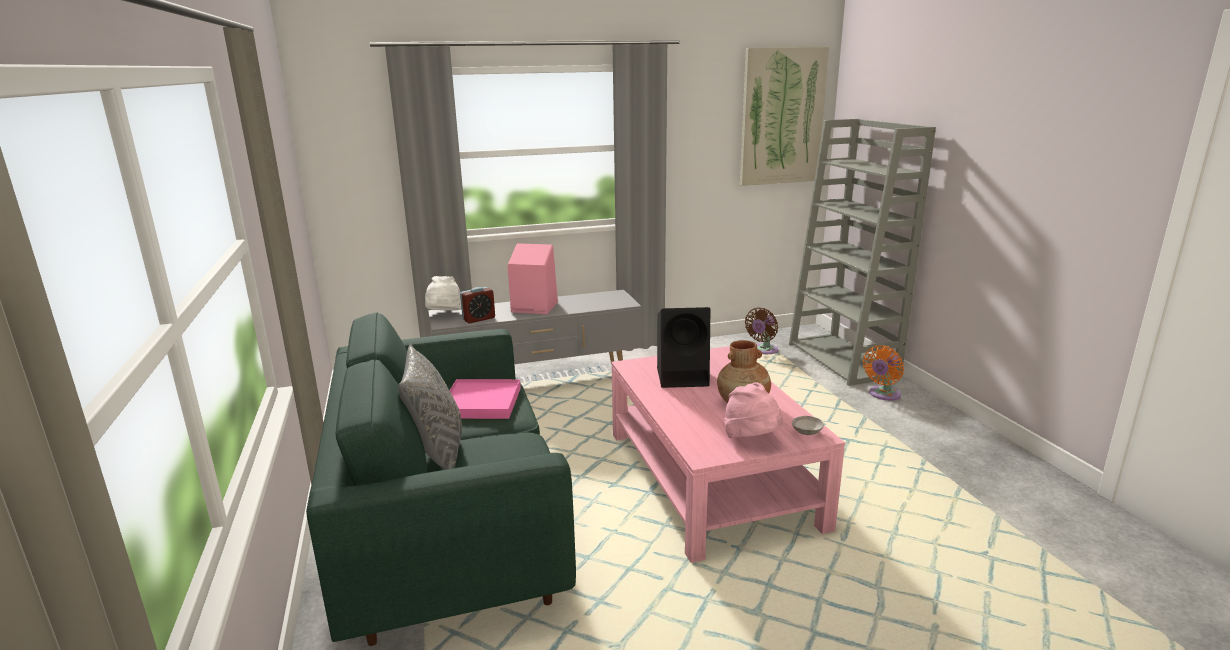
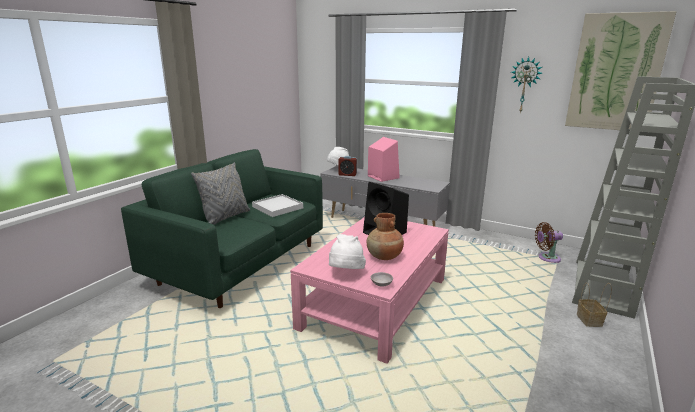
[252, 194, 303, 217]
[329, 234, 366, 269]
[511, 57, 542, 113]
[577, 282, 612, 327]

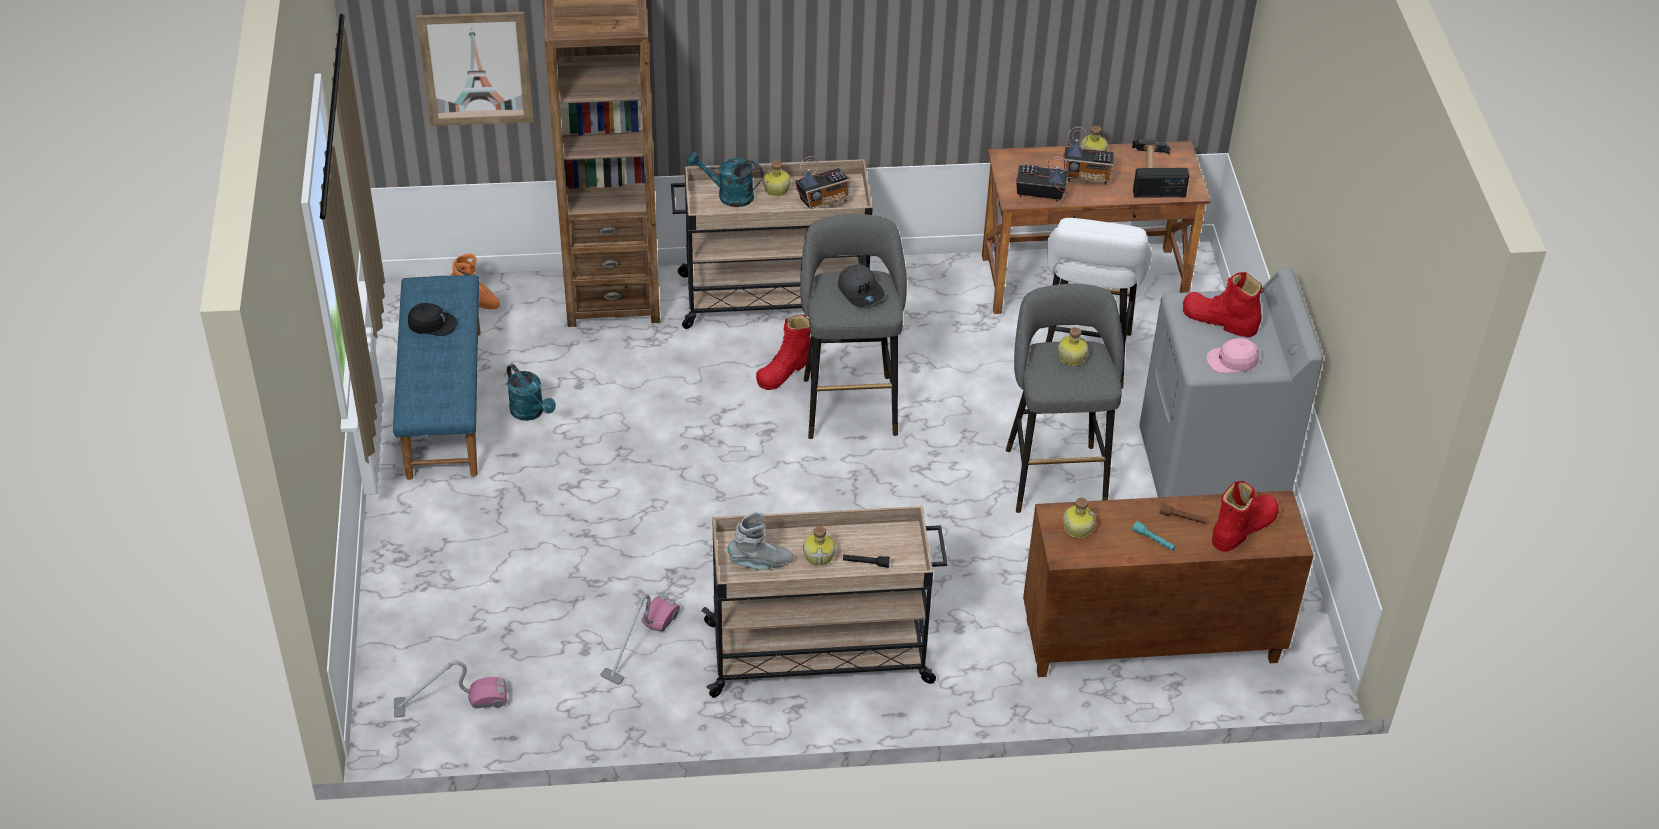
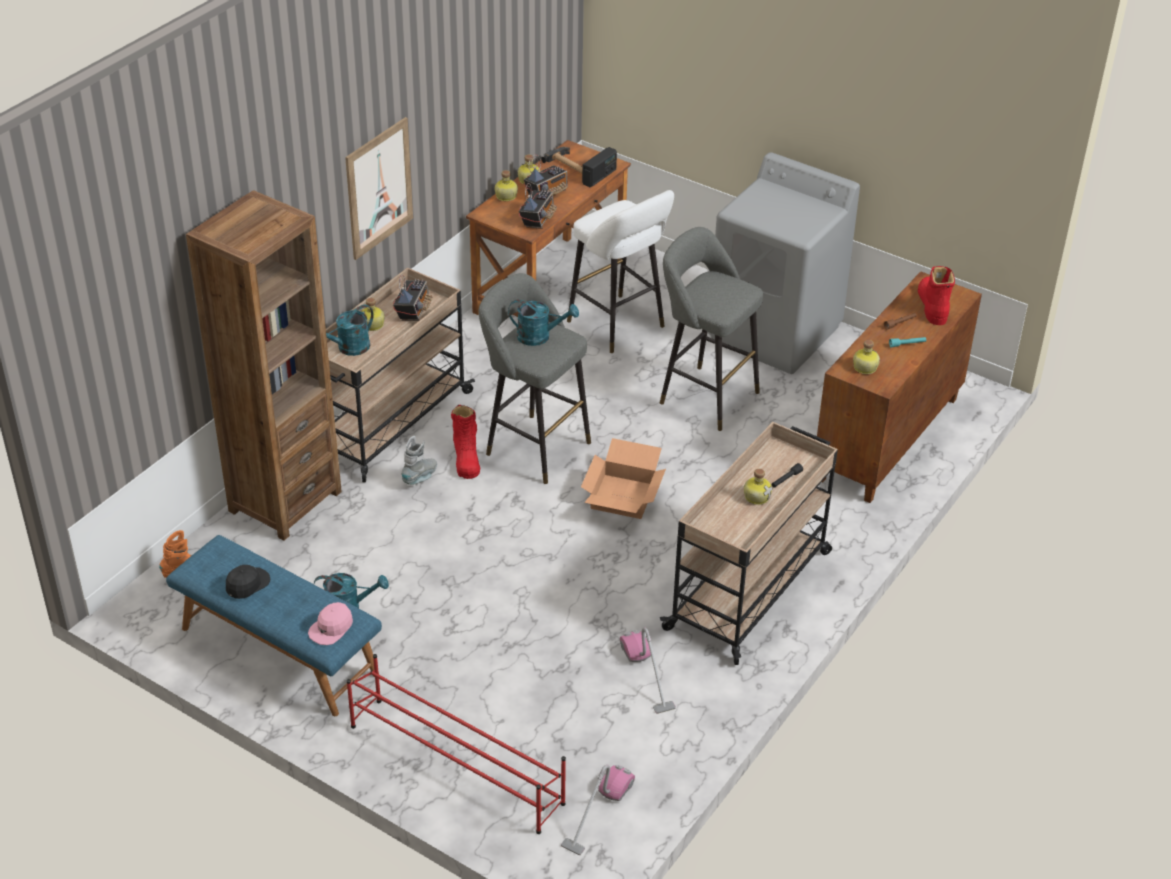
[308, 602, 353, 645]
[345, 117, 413, 260]
[347, 654, 566, 834]
[401, 436, 437, 485]
[495, 170, 518, 201]
[508, 300, 579, 346]
[519, 183, 557, 229]
[581, 438, 666, 519]
[1183, 272, 1265, 338] (first image)

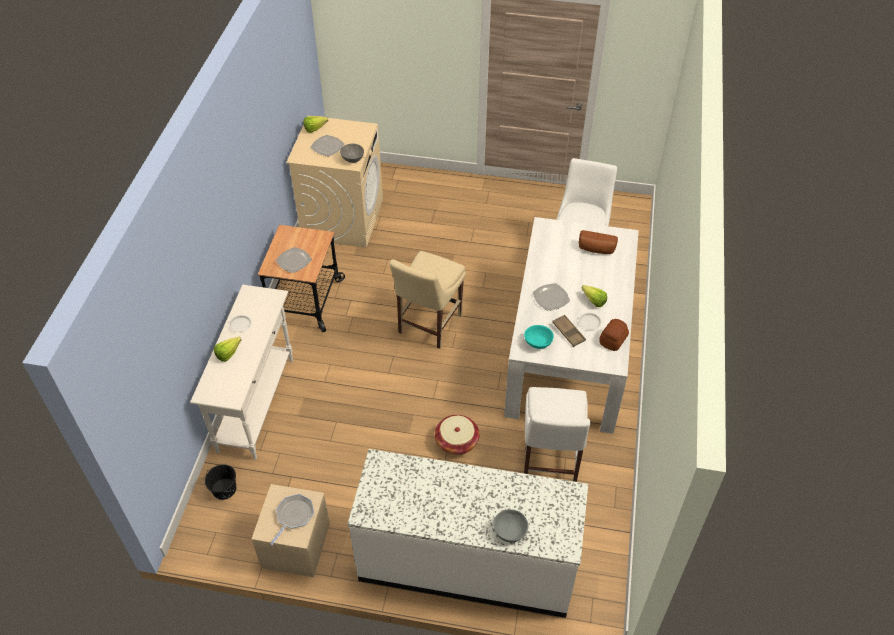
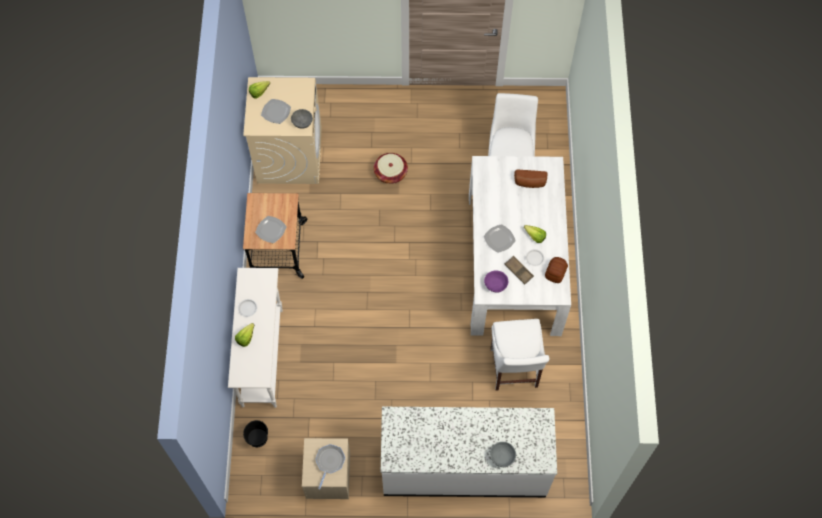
[374, 153, 408, 184]
[484, 270, 508, 293]
[390, 251, 466, 349] (first image)

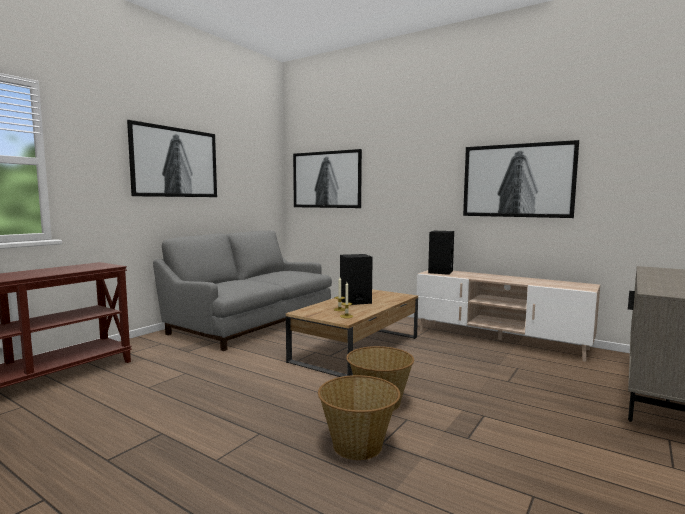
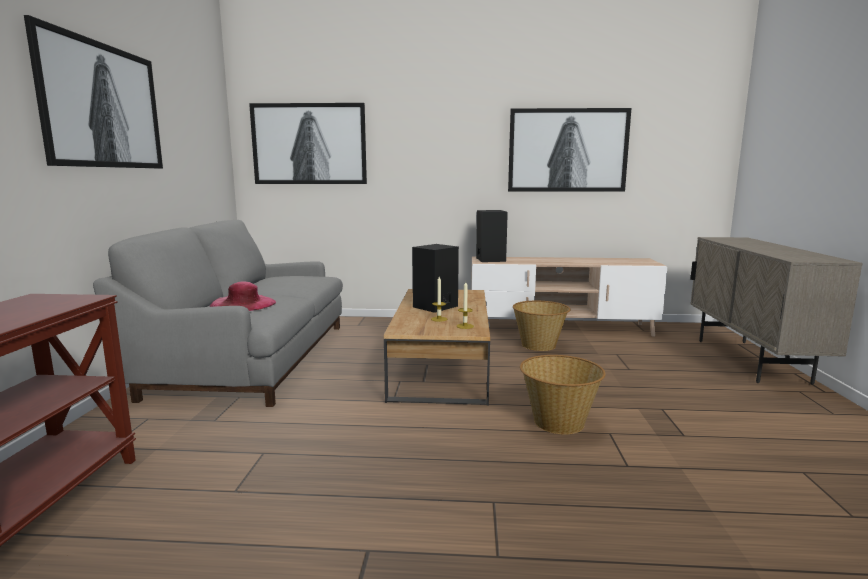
[209, 281, 276, 311]
[513, 301, 571, 351]

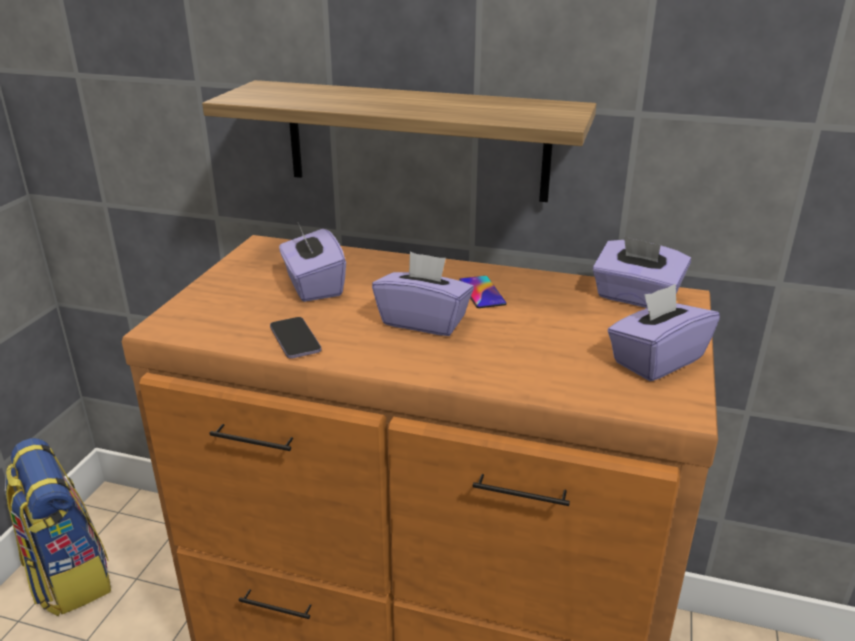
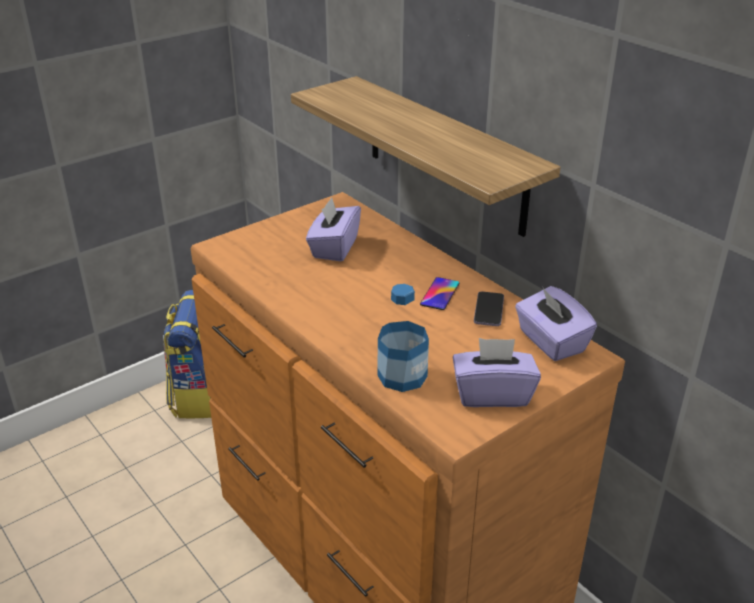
[377, 284, 429, 392]
[474, 292, 504, 326]
[372, 252, 474, 336] (first image)

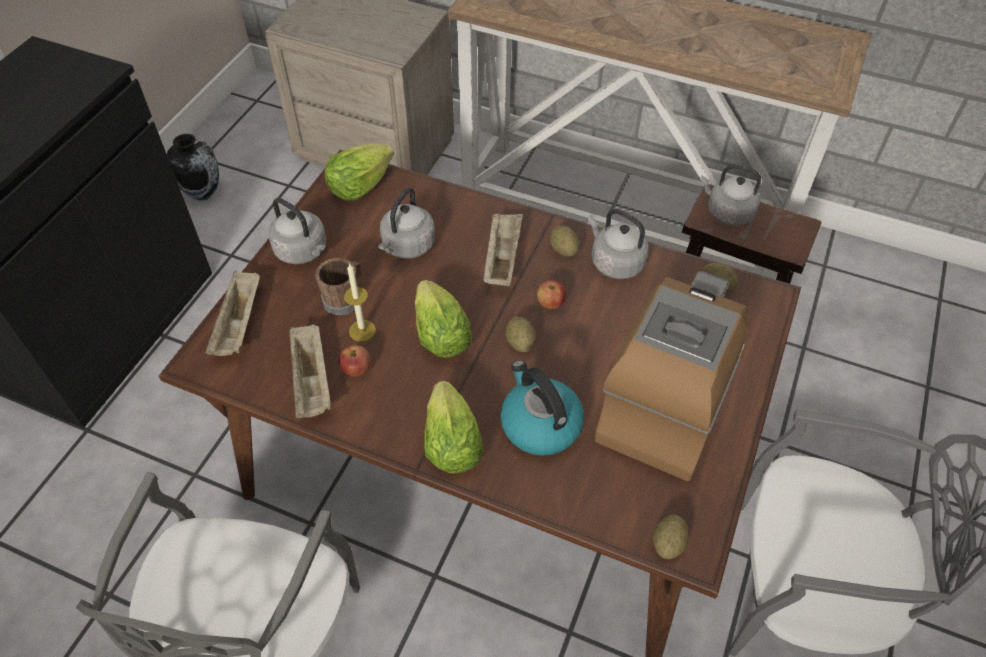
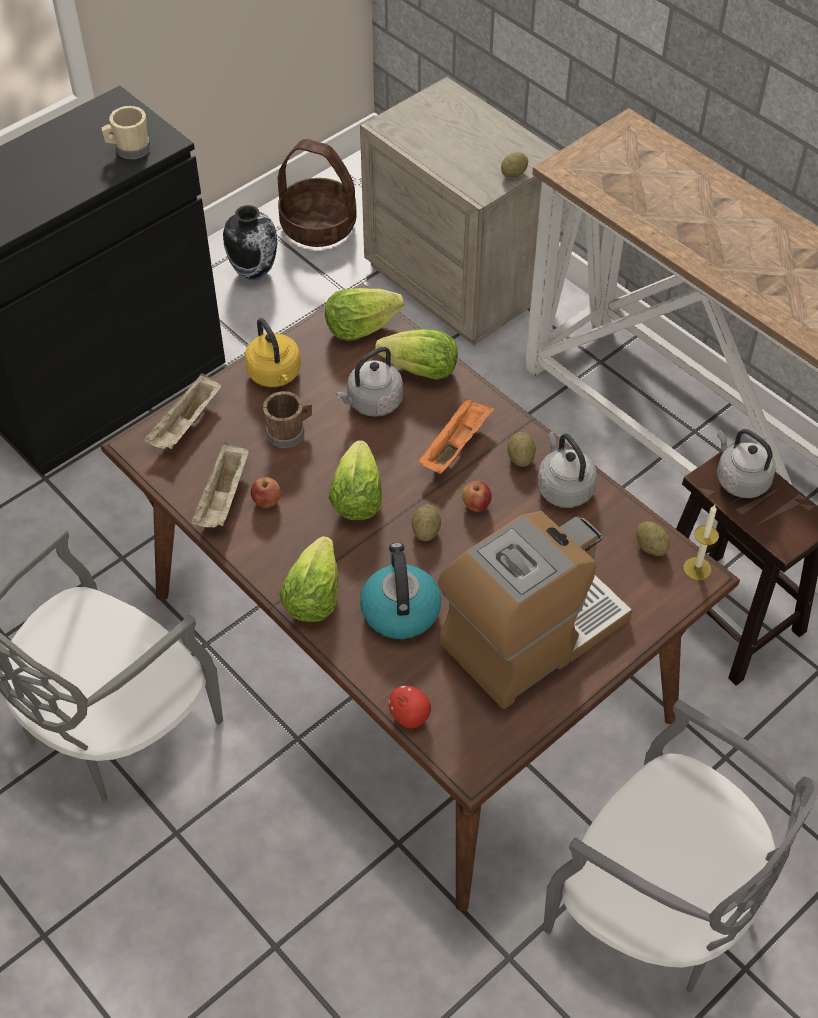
[102, 106, 150, 159]
[245, 318, 301, 387]
[277, 139, 357, 247]
[375, 329, 458, 380]
[388, 685, 431, 728]
[419, 398, 494, 474]
[501, 152, 528, 178]
[683, 505, 719, 580]

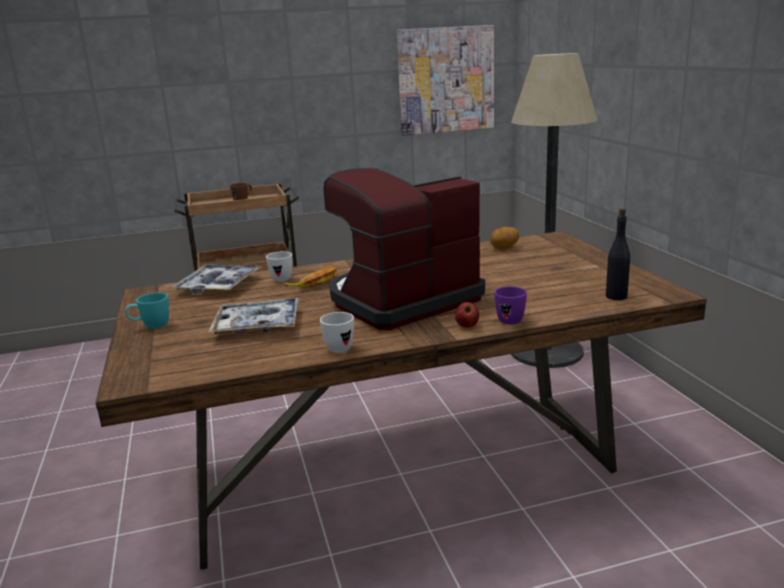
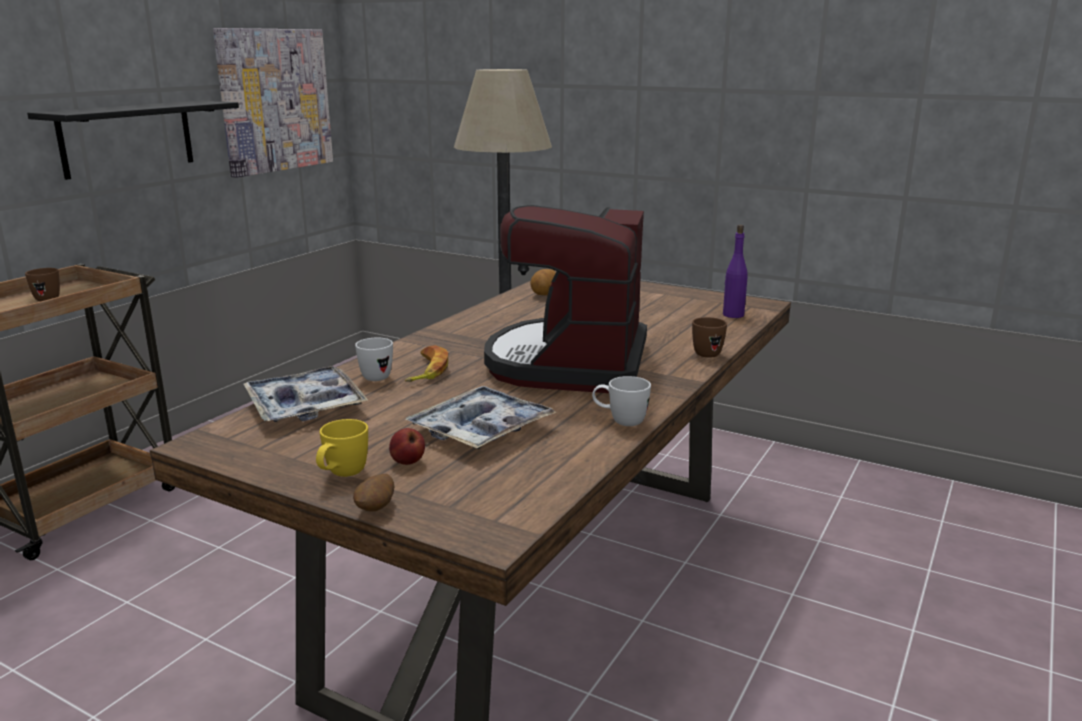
[27, 101, 239, 180]
[316, 419, 368, 477]
[353, 474, 394, 511]
[389, 428, 425, 465]
[692, 317, 727, 358]
[723, 225, 748, 318]

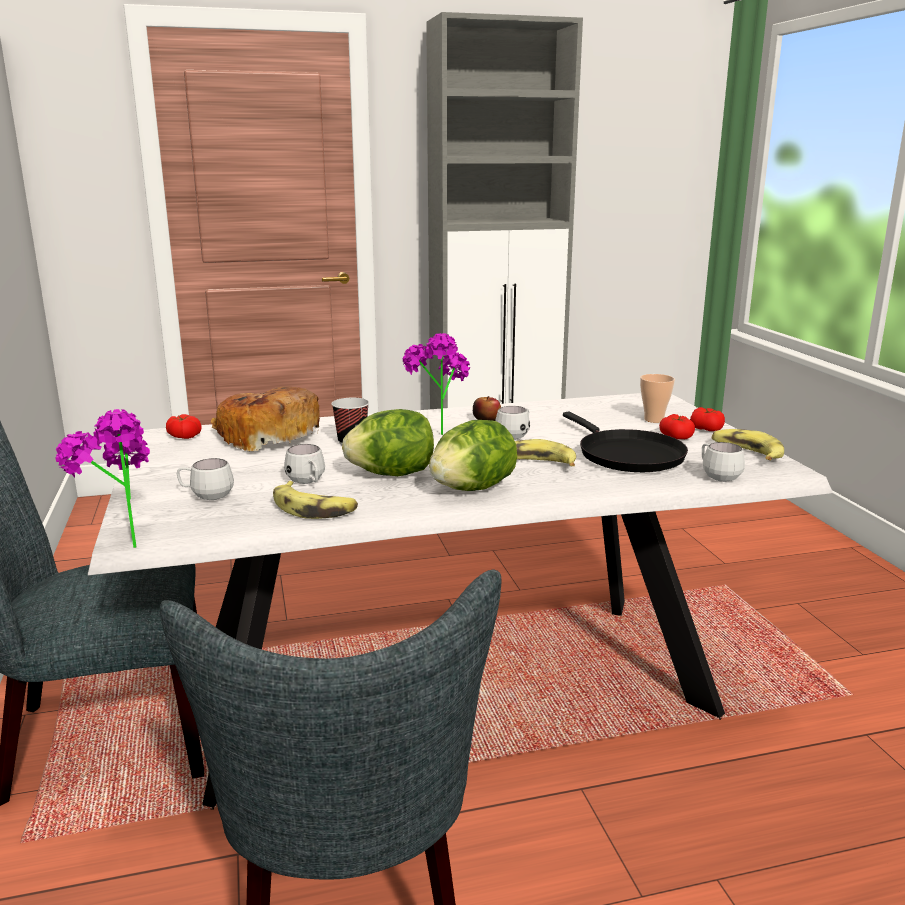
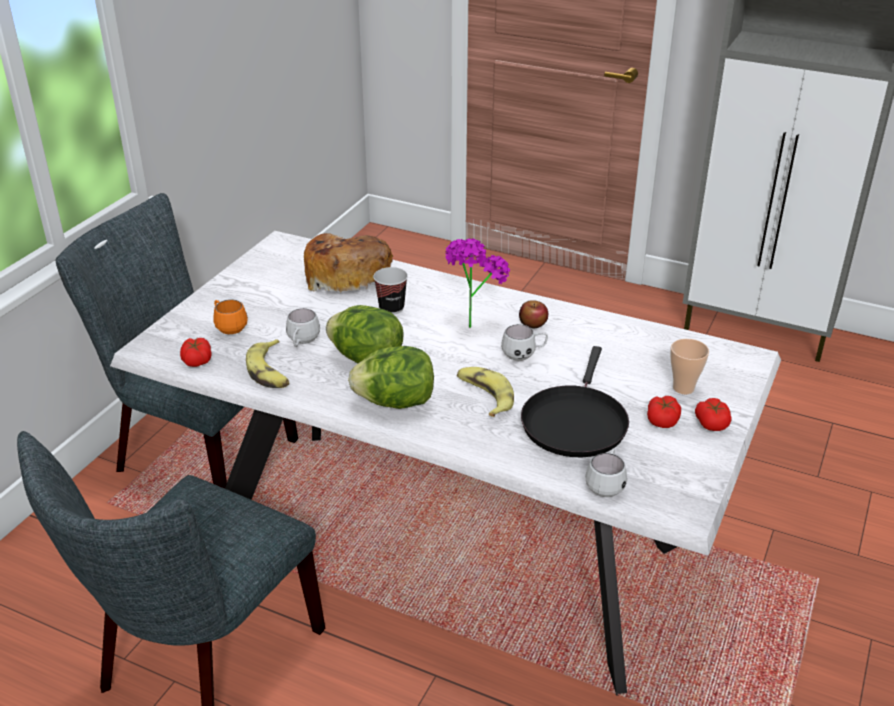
[180, 338, 212, 367]
[213, 299, 248, 334]
[55, 409, 150, 548] (first image)
[712, 429, 784, 460] (first image)

